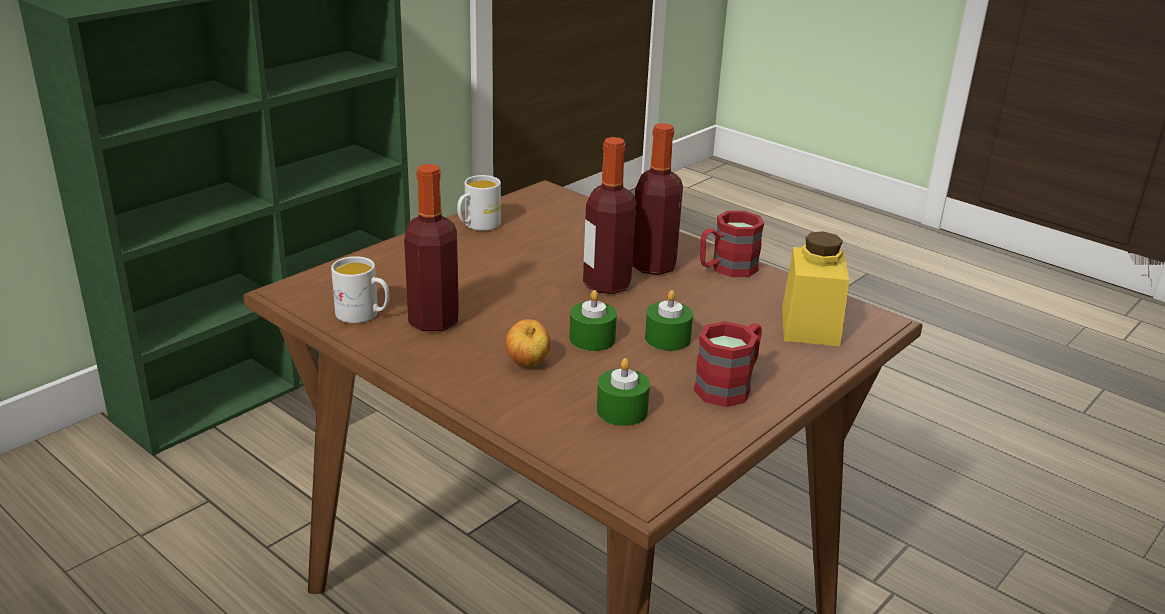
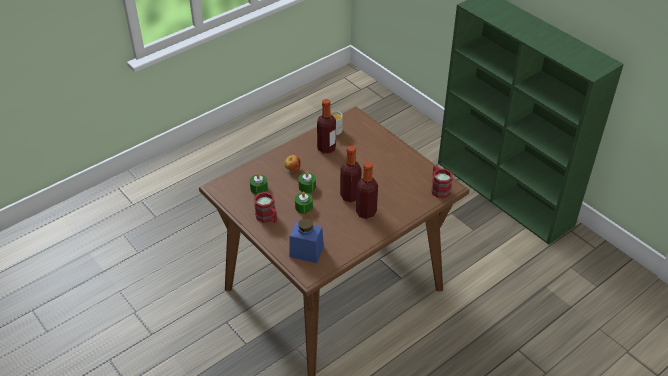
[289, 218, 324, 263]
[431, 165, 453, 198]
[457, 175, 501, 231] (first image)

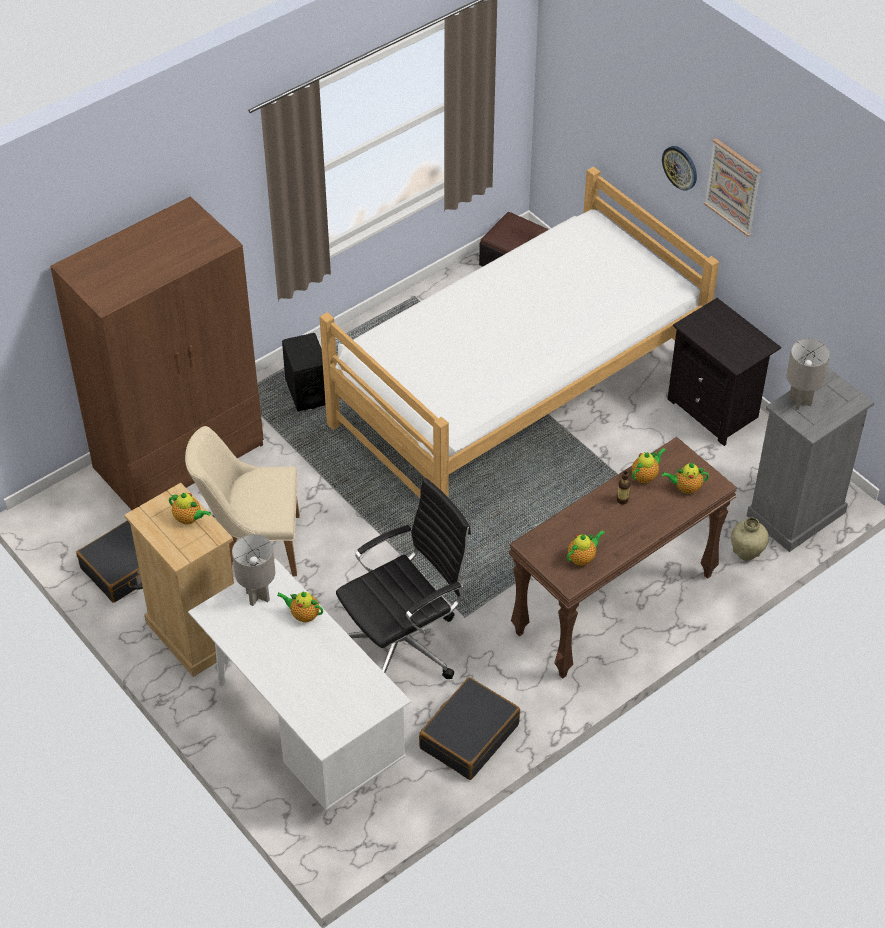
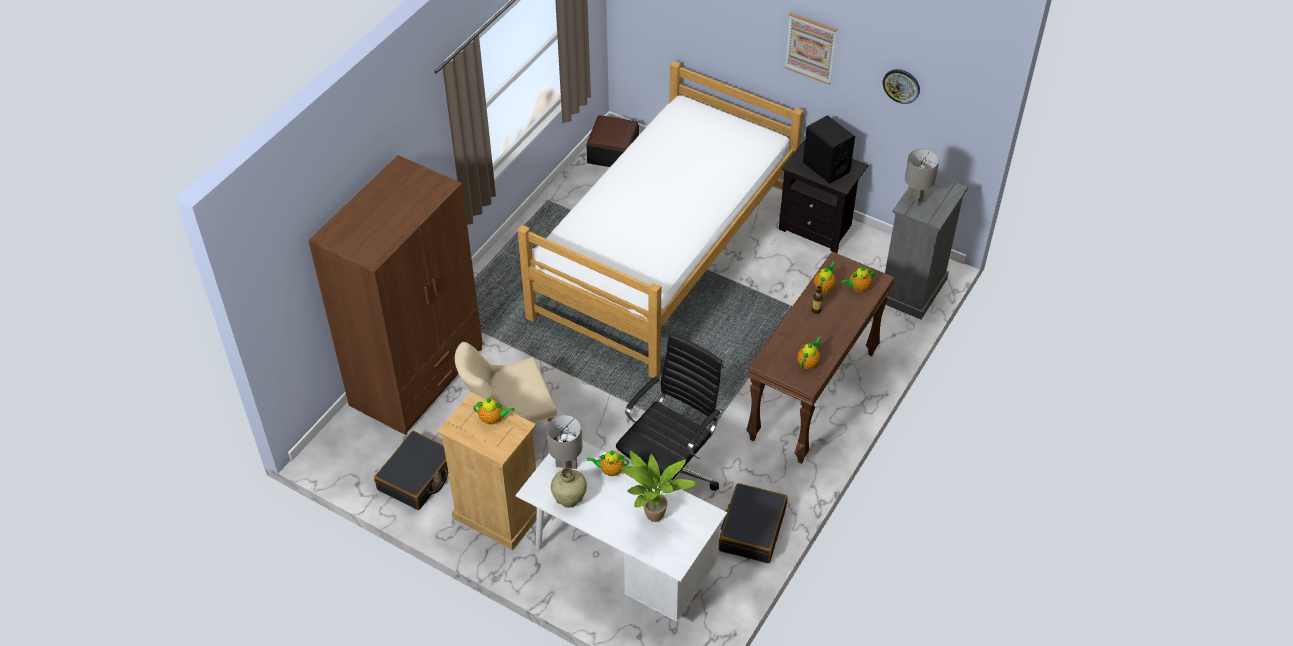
[551, 468, 587, 508]
[620, 451, 698, 522]
[803, 115, 855, 184]
[883, 69, 920, 104]

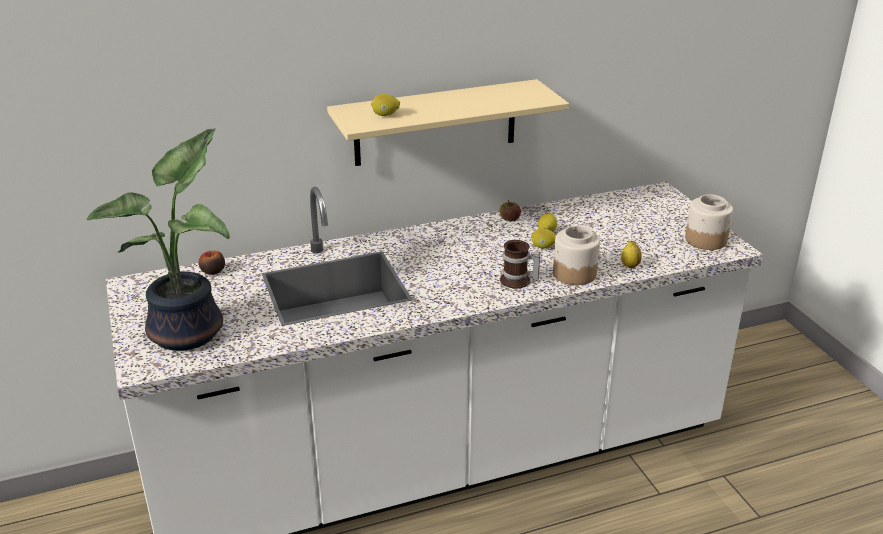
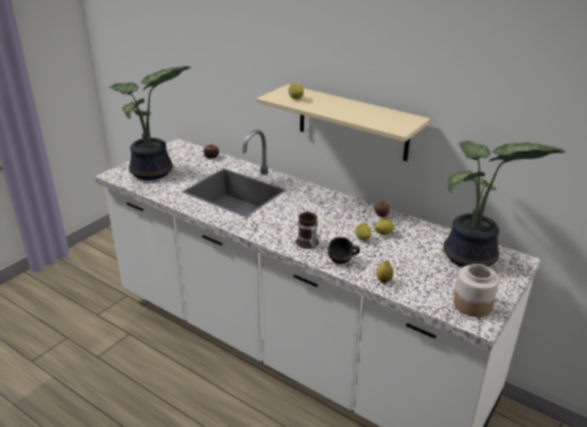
[328, 237, 360, 264]
[443, 141, 566, 267]

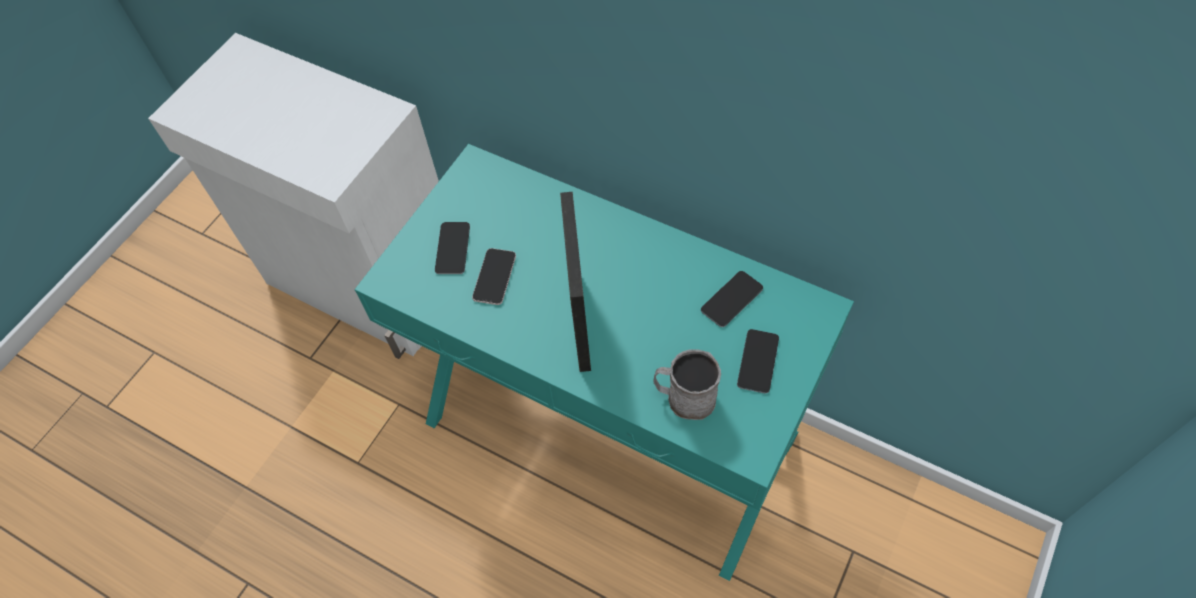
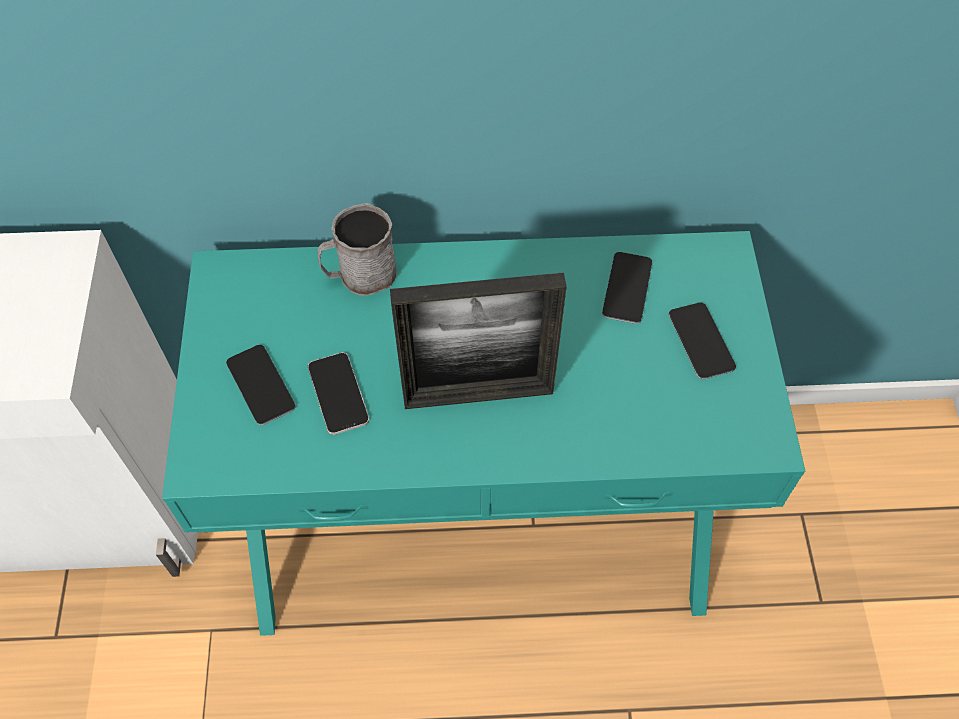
[317, 203, 397, 296]
[390, 272, 567, 409]

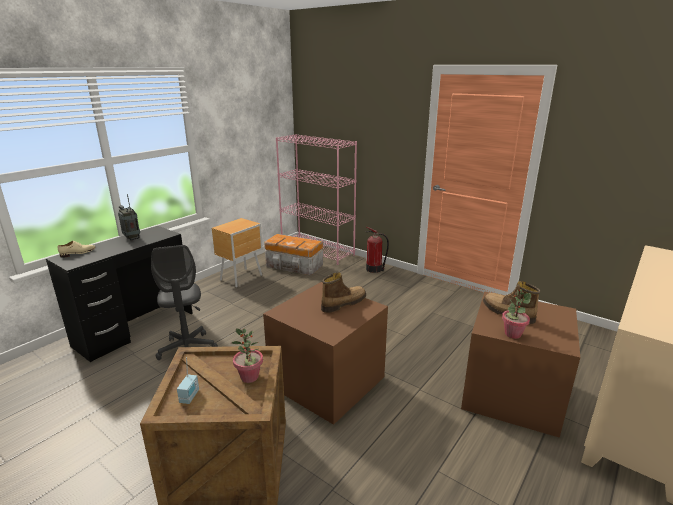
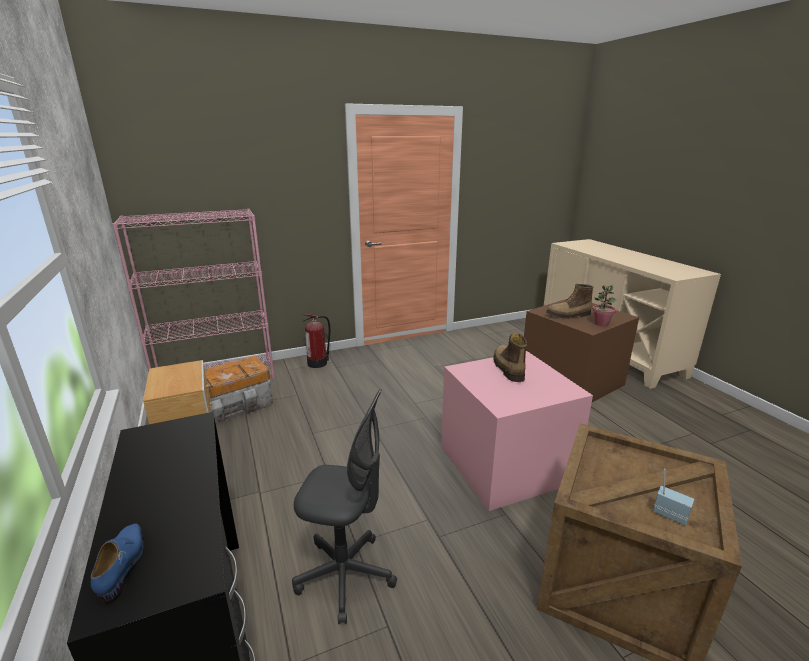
[91, 523, 143, 604]
[441, 351, 593, 511]
[118, 194, 140, 240] (first image)
[231, 328, 263, 383] (first image)

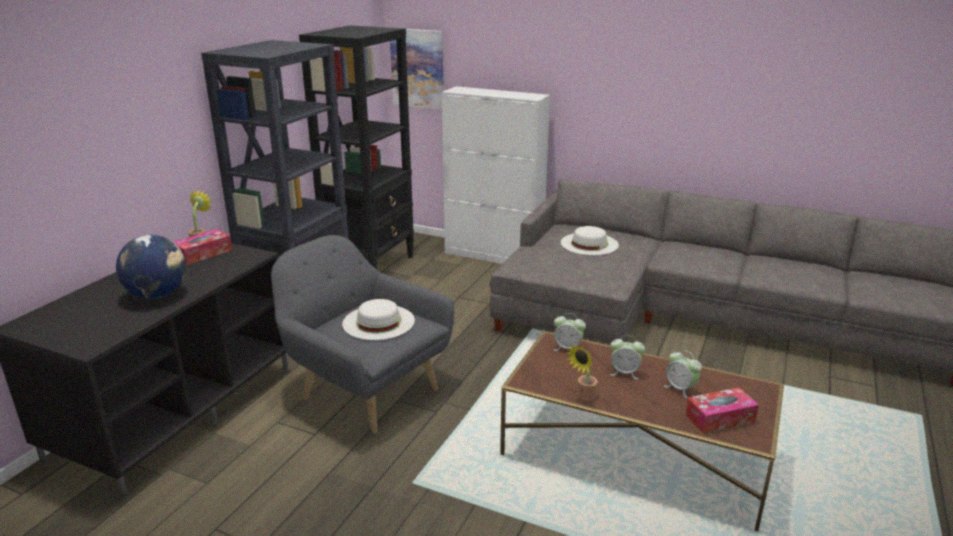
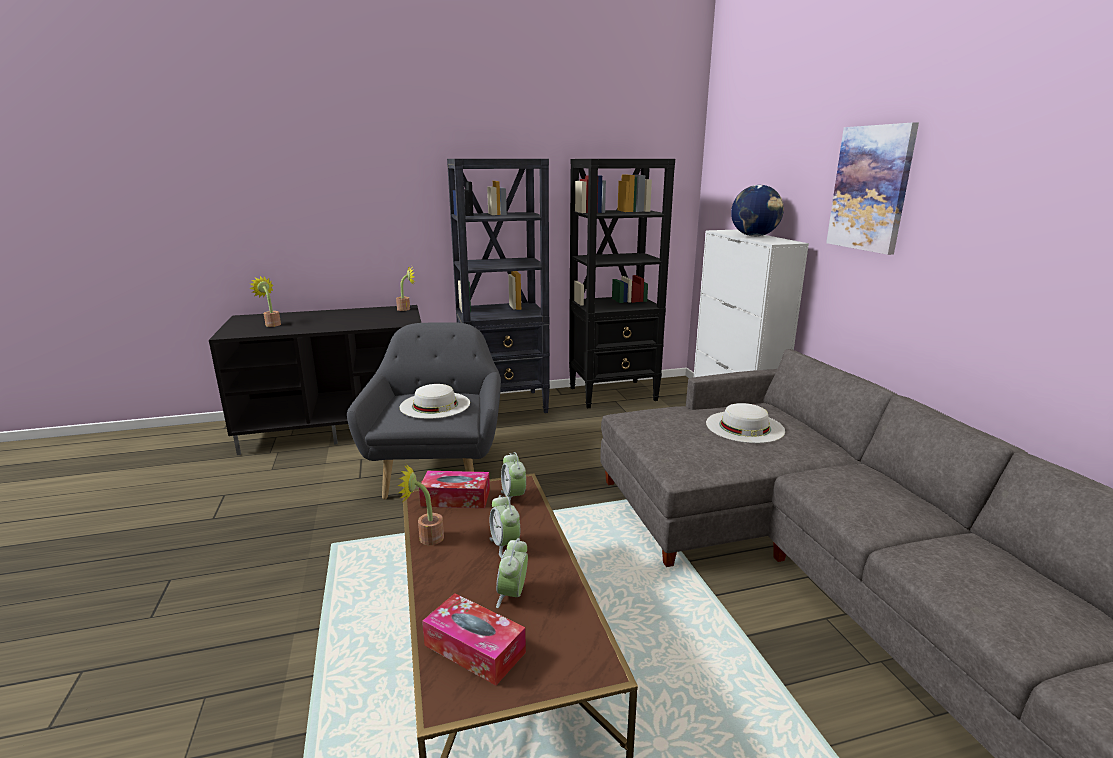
[249, 276, 281, 327]
[419, 471, 490, 508]
[731, 185, 784, 237]
[826, 122, 919, 255]

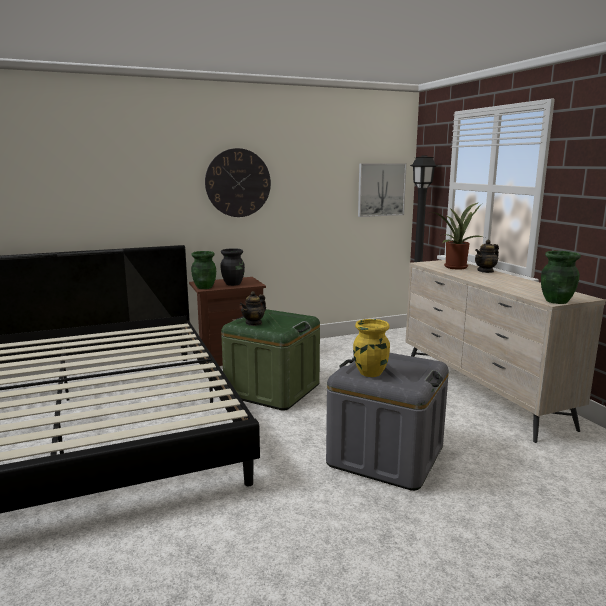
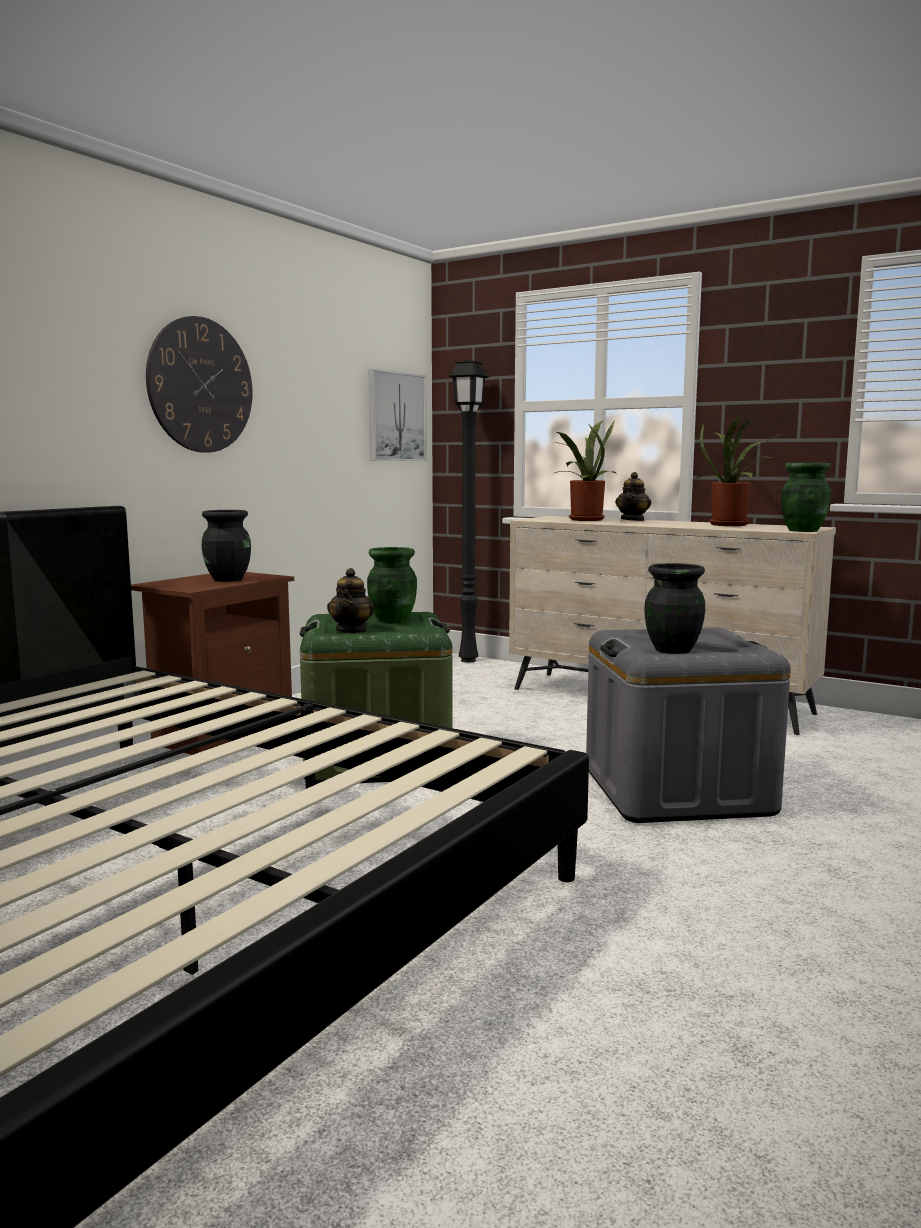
[367, 547, 417, 623]
[644, 563, 705, 654]
[696, 415, 782, 526]

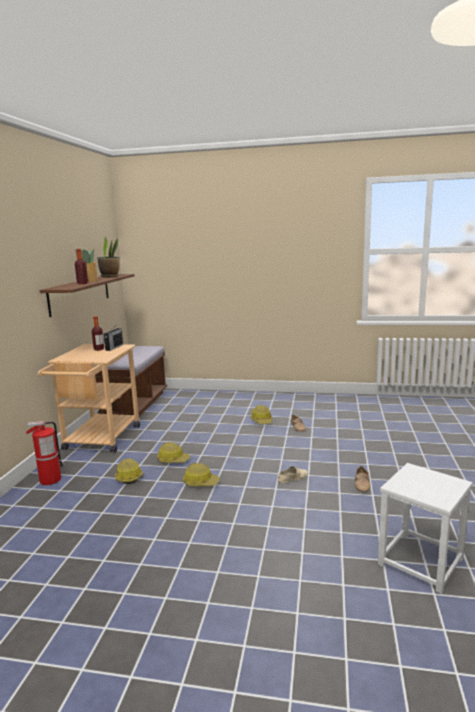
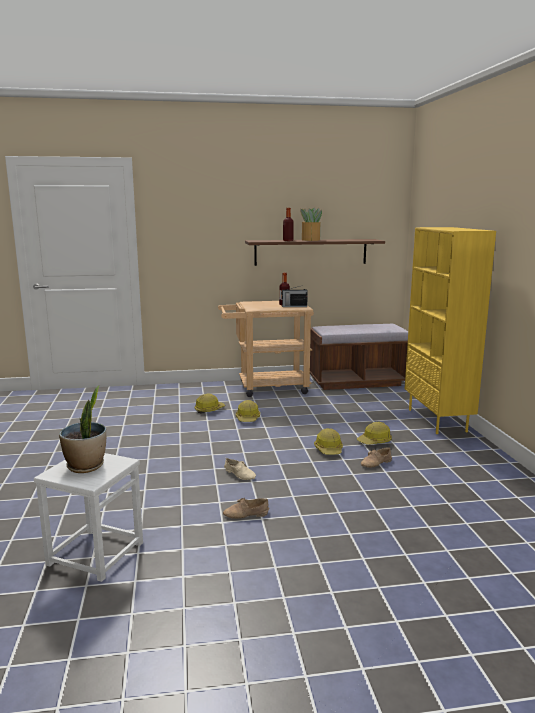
[59, 386, 106, 473]
[314, 428, 343, 455]
[405, 227, 496, 434]
[26, 421, 64, 485] (first image)

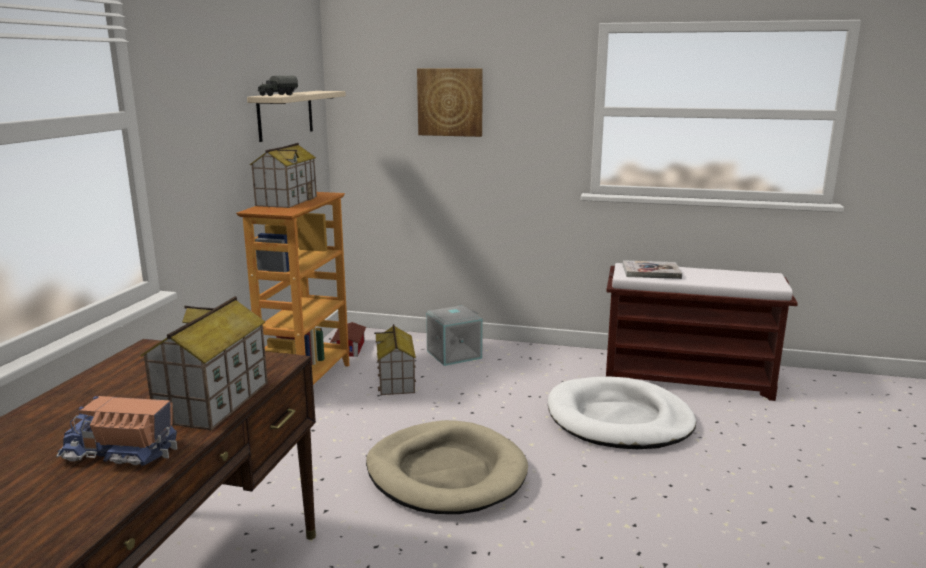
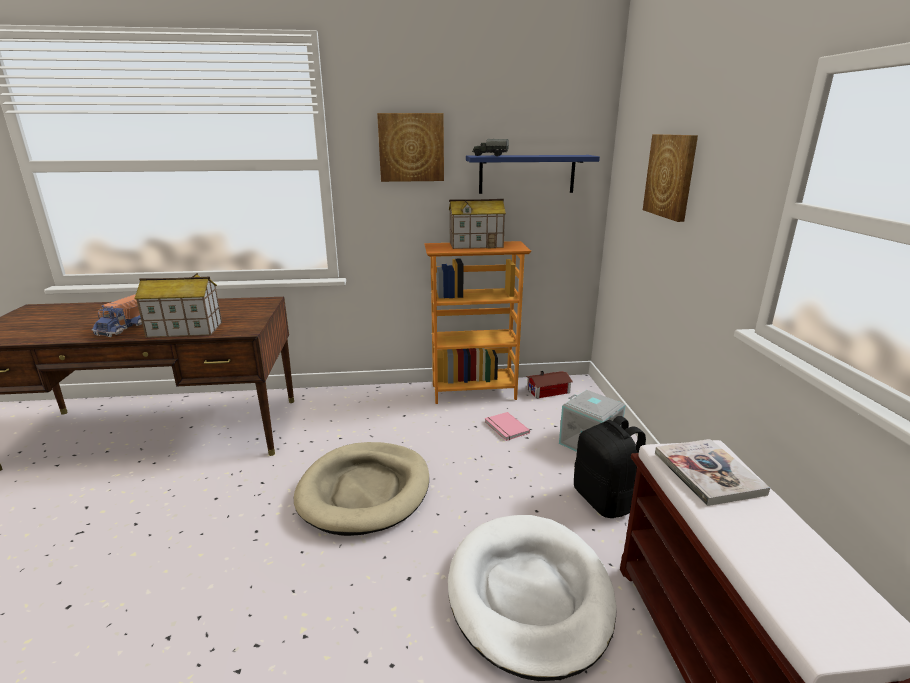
[92, 294, 142, 337]
[377, 113, 444, 182]
[466, 155, 600, 194]
[485, 412, 530, 441]
[574, 416, 646, 518]

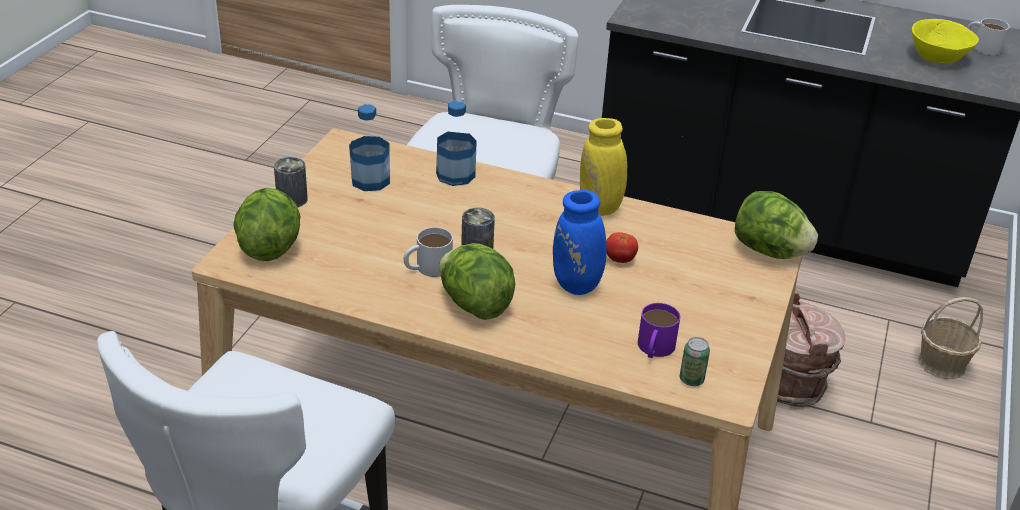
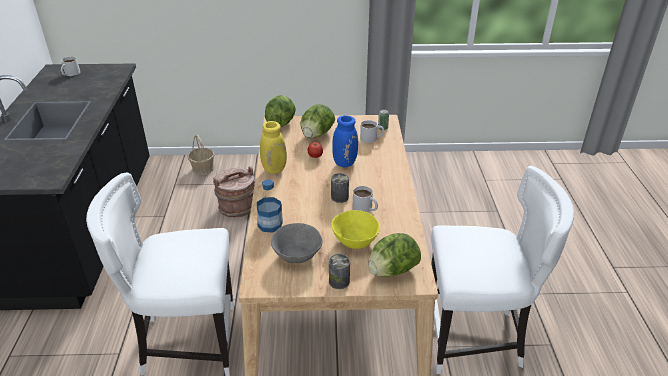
[271, 223, 323, 264]
[300, 104, 335, 138]
[332, 210, 380, 249]
[360, 120, 384, 143]

